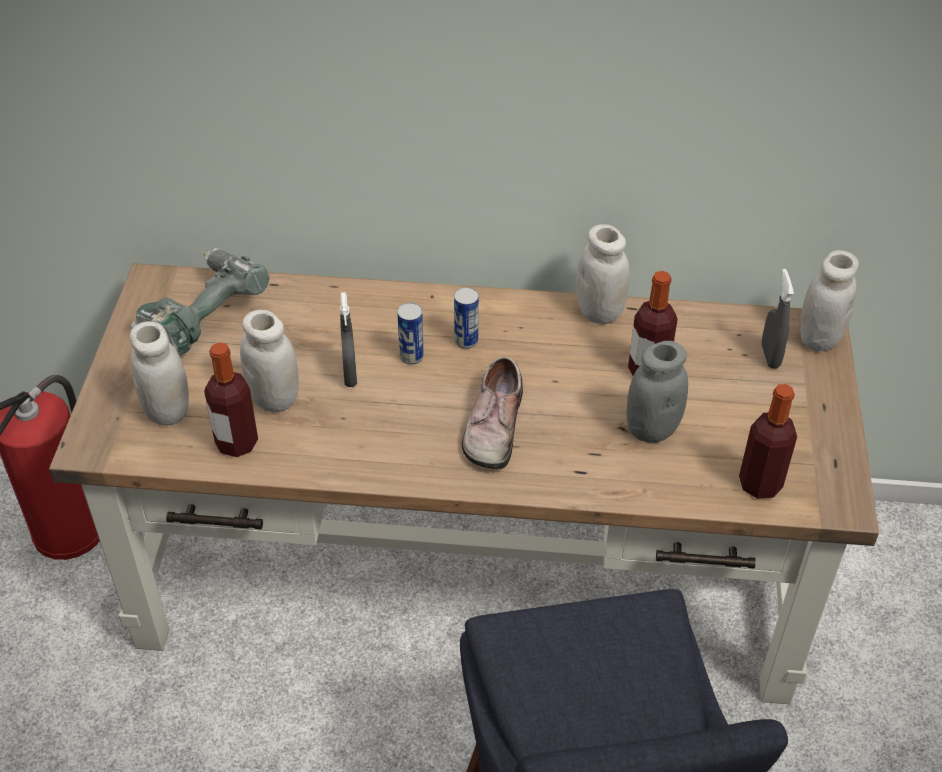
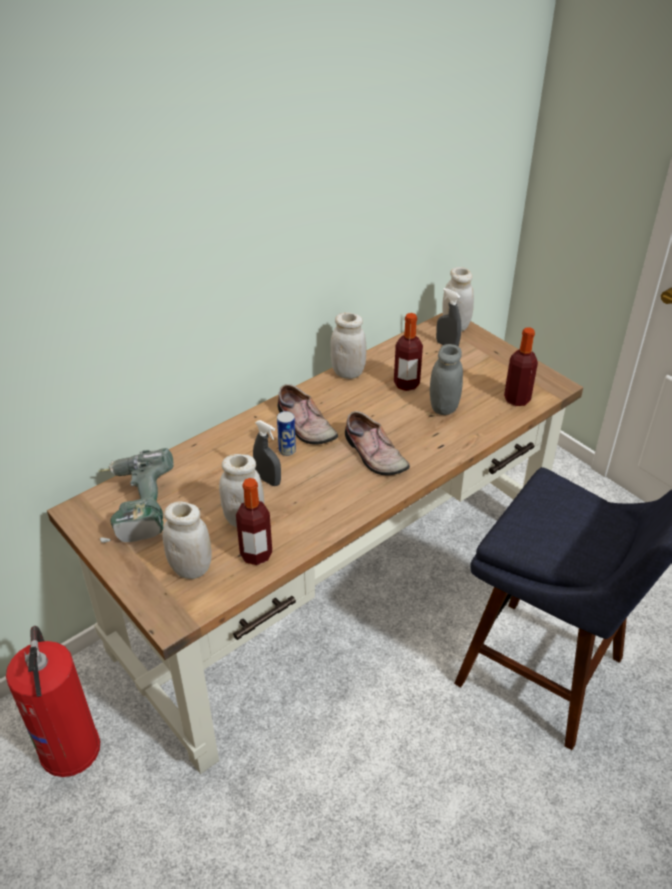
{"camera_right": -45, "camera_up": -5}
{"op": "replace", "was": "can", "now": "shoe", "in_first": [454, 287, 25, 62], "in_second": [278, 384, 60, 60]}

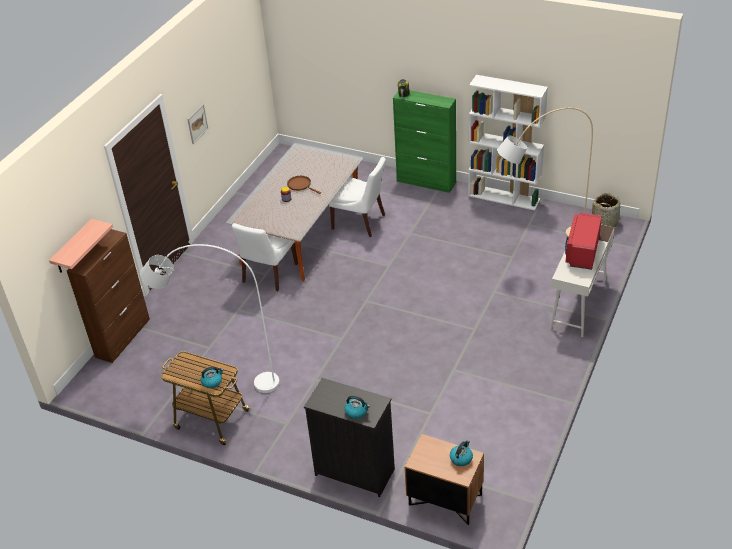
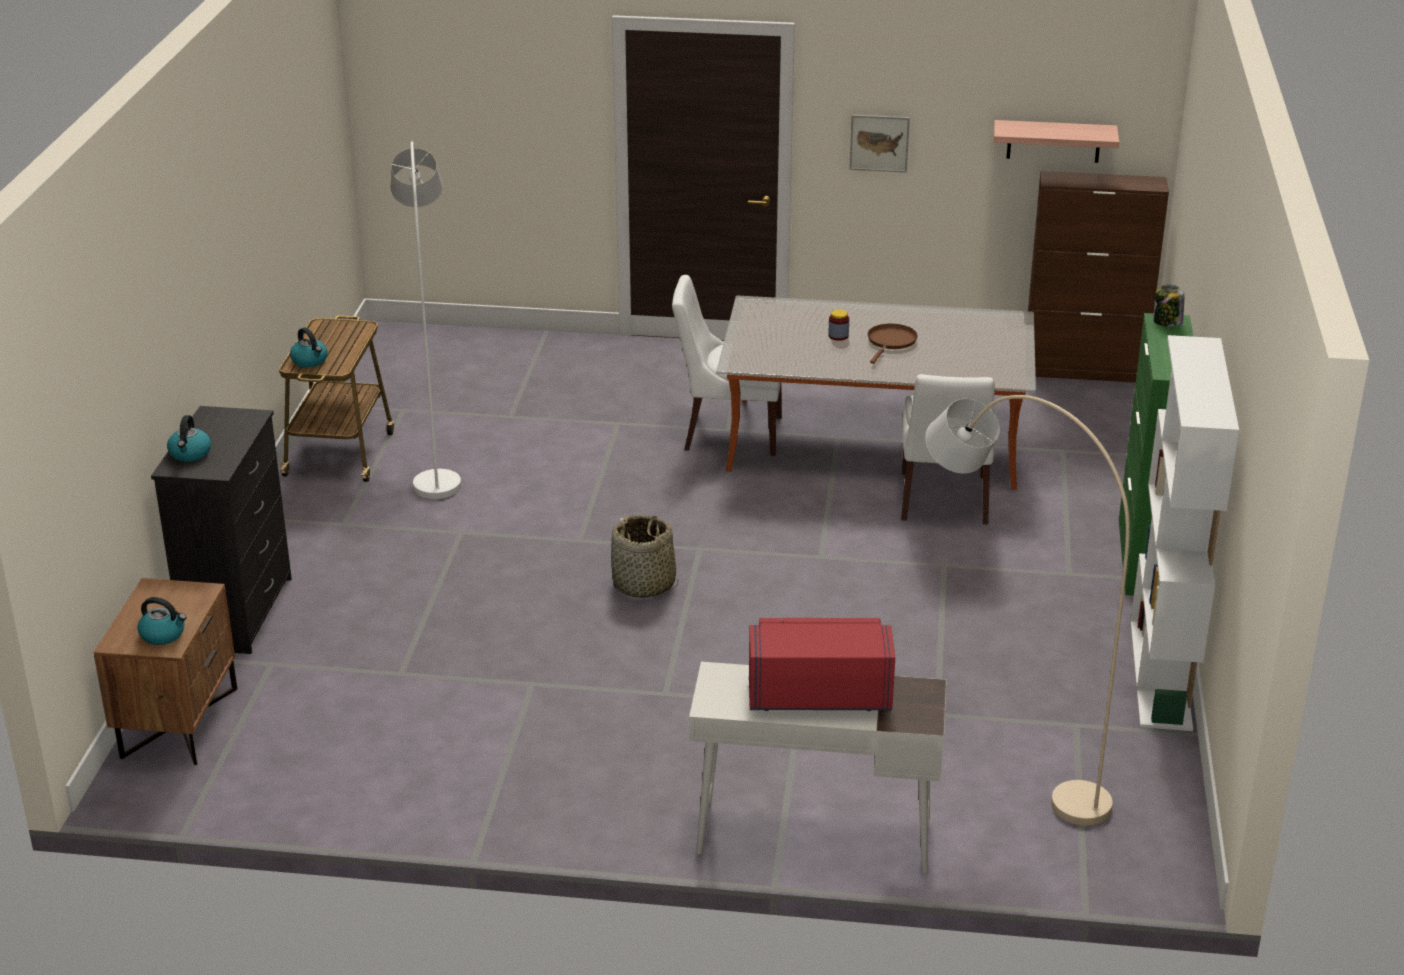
{"camera_right": 70, "camera_up": -10}
{"op": "move", "was": "shelf", "in_first": [49, 219, 64, 54], "in_second": [994, 120, 125, 43]}
{"op": "move", "was": "cabinet in brown", "in_first": [67, 229, 83, 134], "in_second": [1028, 171, 141, 212]}
{"op": "move", "was": "basket", "in_first": [592, 193, 30, 34], "in_second": [611, 514, 67, 84]}

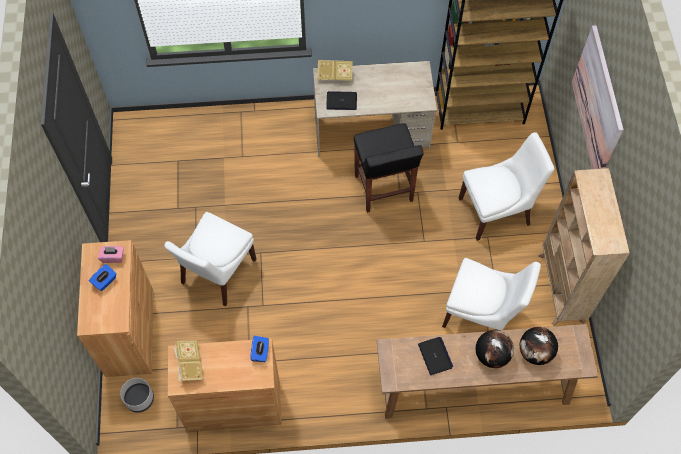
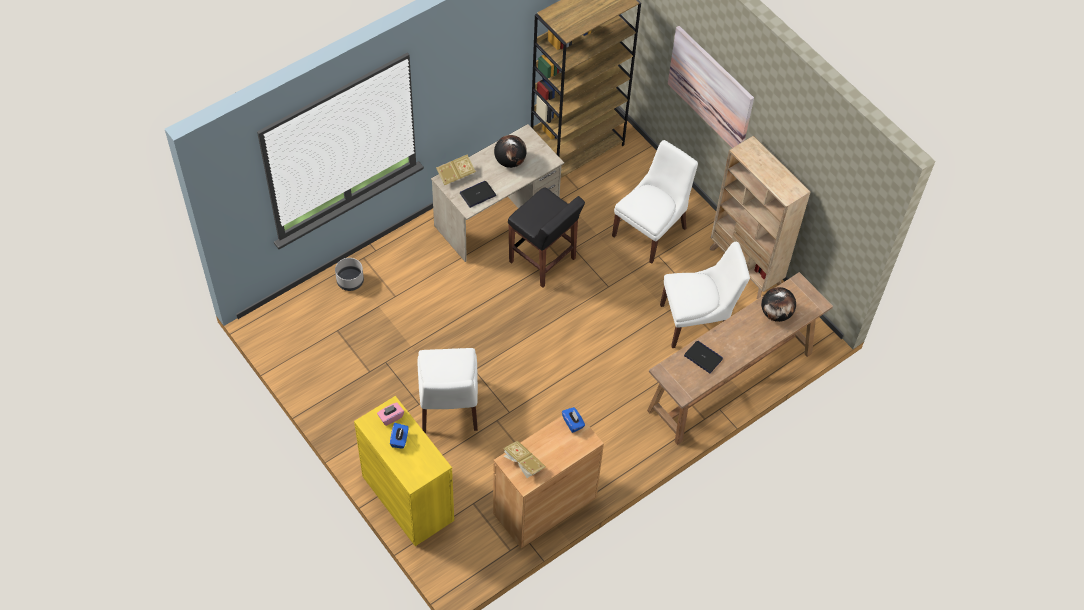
{"camera_right": -35, "camera_up": -5}
{"op": "recolor", "was": "cabinet in brown", "now": "cabinet in yellow", "in_first": [77, 240, 76, 137], "in_second": [354, 396, 100, 150]}
{"op": "move", "was": "planter in grey", "in_first": [120, 378, 34, 35], "in_second": [335, 258, 29, 33]}
{"op": "move", "was": "globe", "in_first": [476, 330, 38, 38], "in_second": [494, 135, 33, 33]}

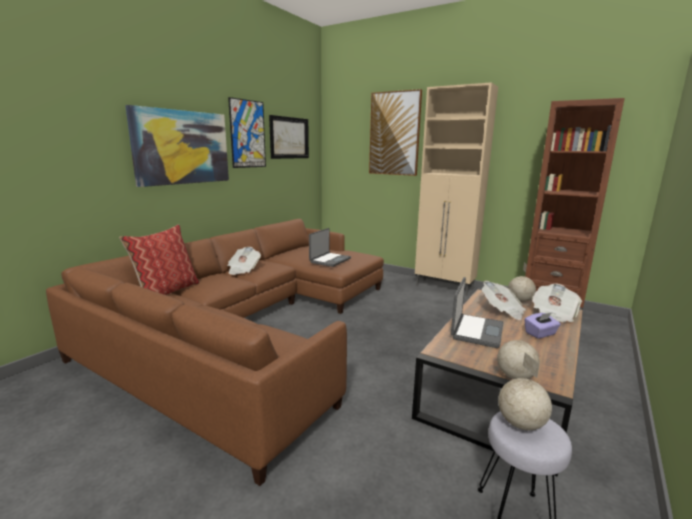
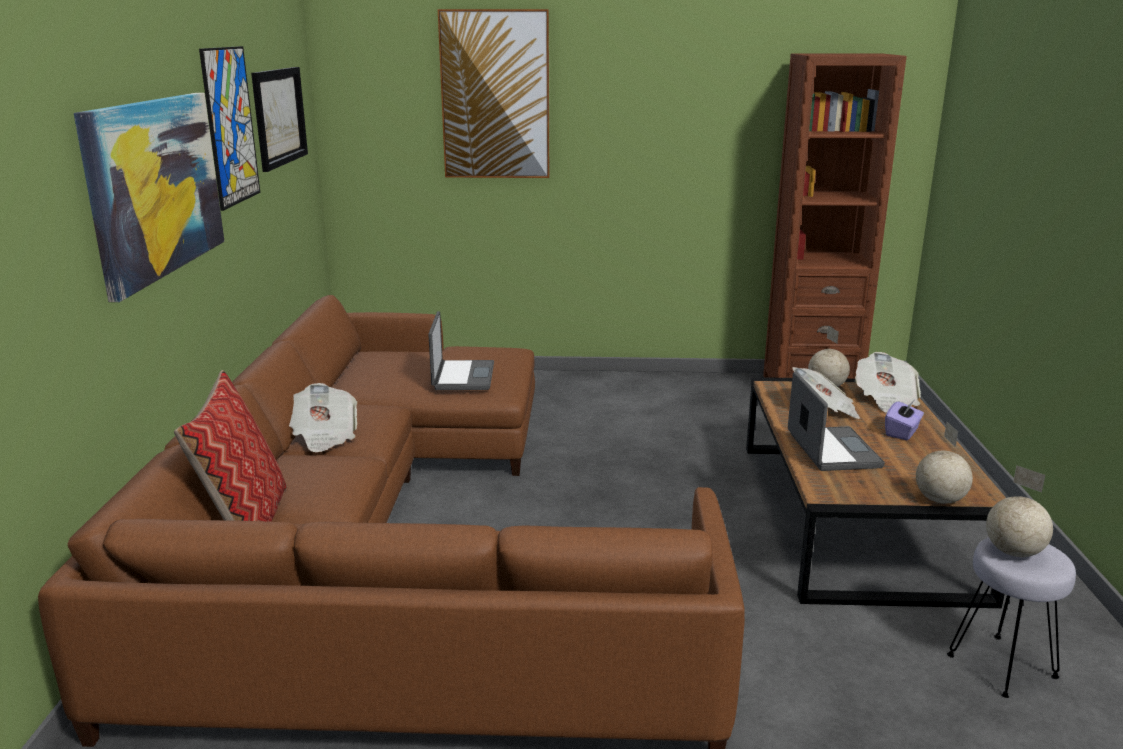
{"camera_right": -30, "camera_up": 5}
{"op": "delete", "was": "cabinet in beige", "in_first": [415, 82, 83, 214]}

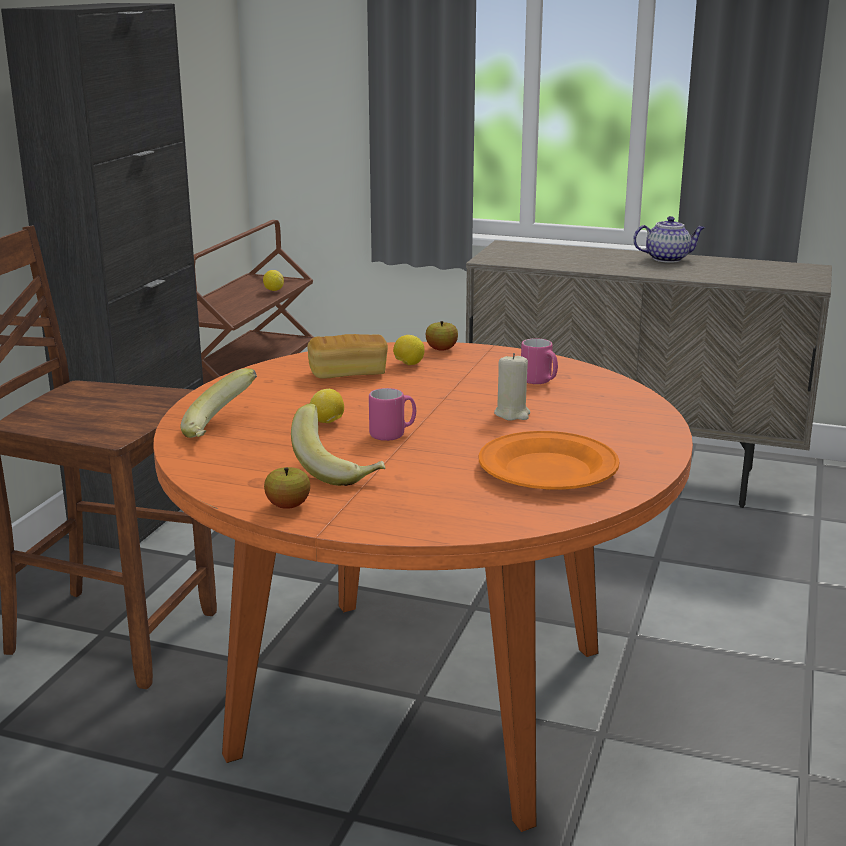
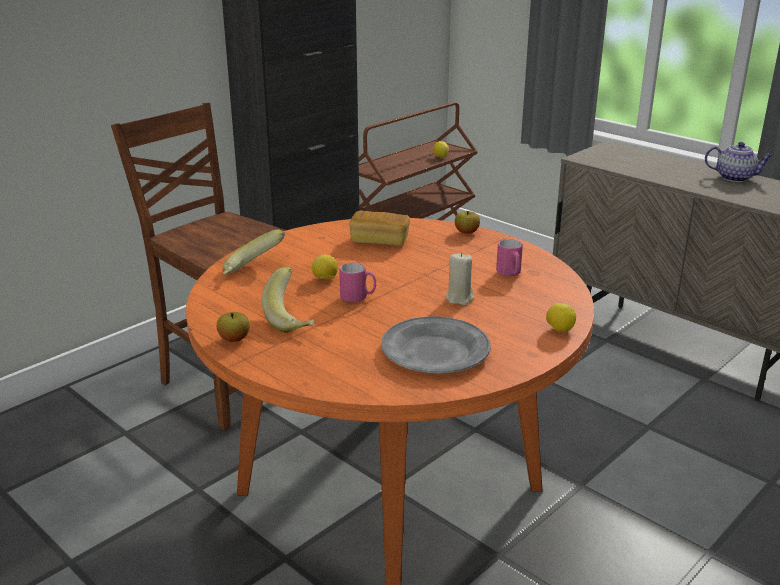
{"camera_right": 25, "camera_up": 5}
{"op": "move", "was": "lemon", "in_first": [393, 335, 32, 30], "in_second": [546, 303, 30, 29]}
{"op": "recolor", "was": "plate in orange", "now": "plate in grey", "in_first": [478, 431, 141, 59], "in_second": [381, 316, 110, 57]}

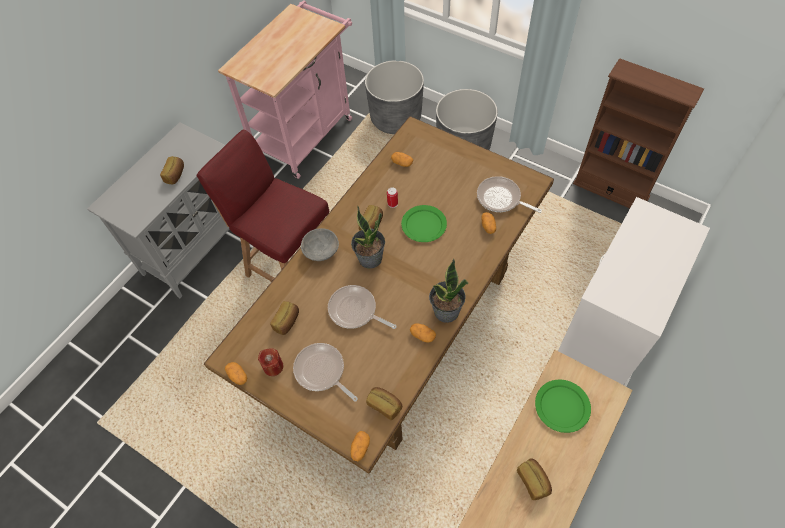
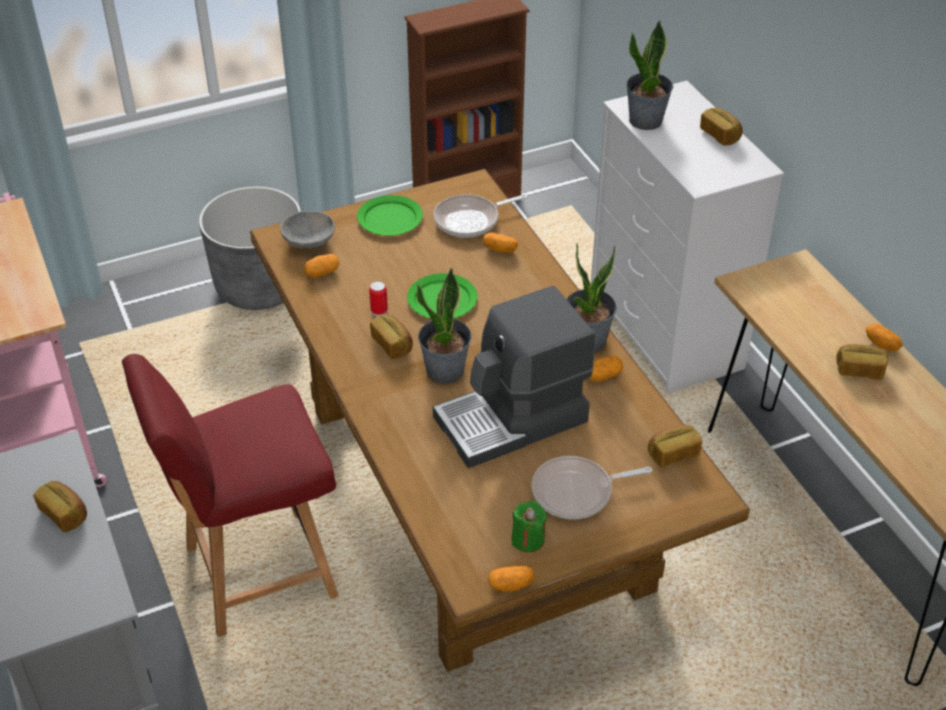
{"camera_right": -60, "camera_up": -15}
{"op": "recolor", "was": "candle in red", "now": "candle in green", "in_first": [258, 348, 26, 28], "in_second": [512, 501, 35, 51]}
{"op": "move", "was": "bread", "in_first": [270, 301, 29, 34], "in_second": [700, 107, 43, 39]}
{"op": "move", "was": "bowl in grey", "in_first": [301, 228, 38, 33], "in_second": [280, 211, 55, 37]}
{"op": "replace", "was": "frying pan", "now": "coffee machine", "in_first": [328, 285, 68, 44], "in_second": [433, 286, 163, 182]}
{"op": "move", "was": "potato", "in_first": [350, 431, 20, 30], "in_second": [866, 324, 37, 28]}
{"op": "delete", "was": "planter in grey", "in_first": [365, 60, 59, 74]}
{"op": "move", "was": "plate in green", "in_first": [535, 380, 56, 53], "in_second": [357, 195, 66, 41]}
{"op": "insert", "now": "potted plant", "in_second": [626, 20, 47, 110]}

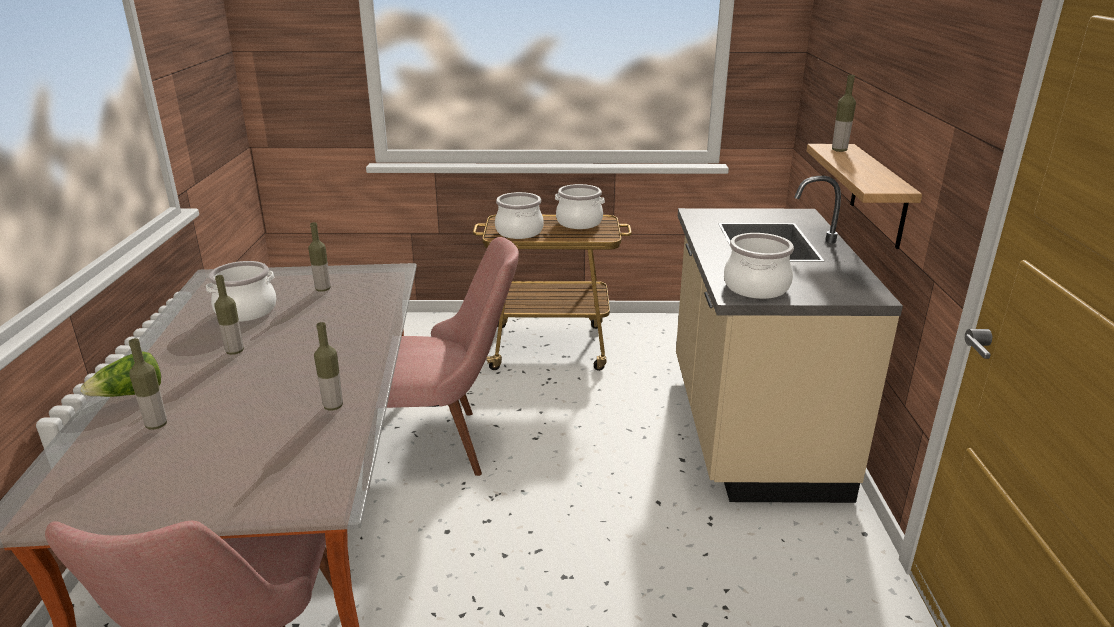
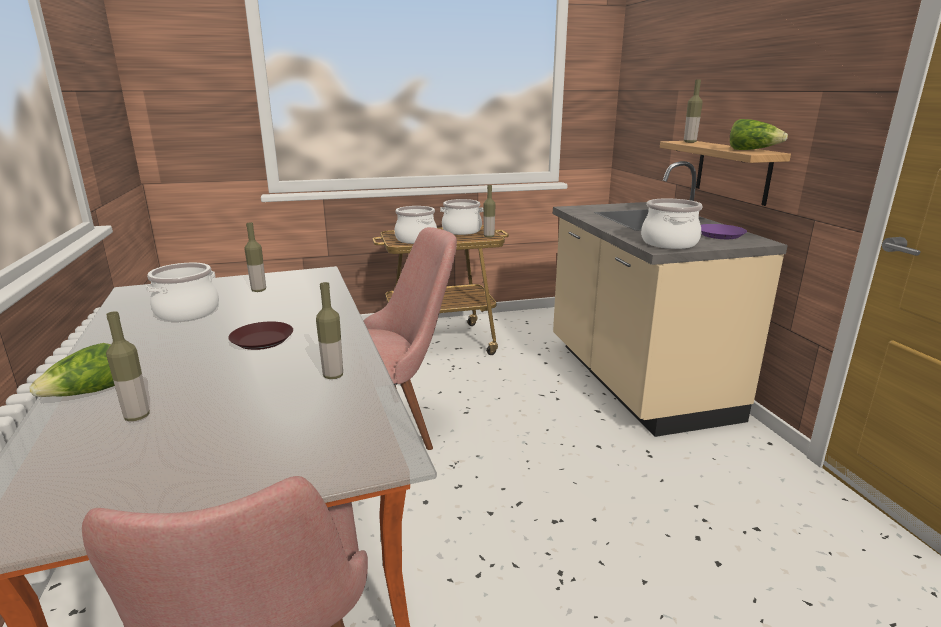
{"camera_right": -15, "camera_up": -5}
{"op": "move", "was": "bottle", "in_first": [214, 275, 30, 80], "in_second": [483, 185, 13, 53]}
{"op": "insert", "now": "plate in brown", "in_second": [228, 321, 65, 29]}
{"op": "insert", "now": "plate in purple", "in_second": [701, 224, 46, 15]}
{"op": "insert", "now": "lettuce", "in_second": [730, 119, 58, 31]}

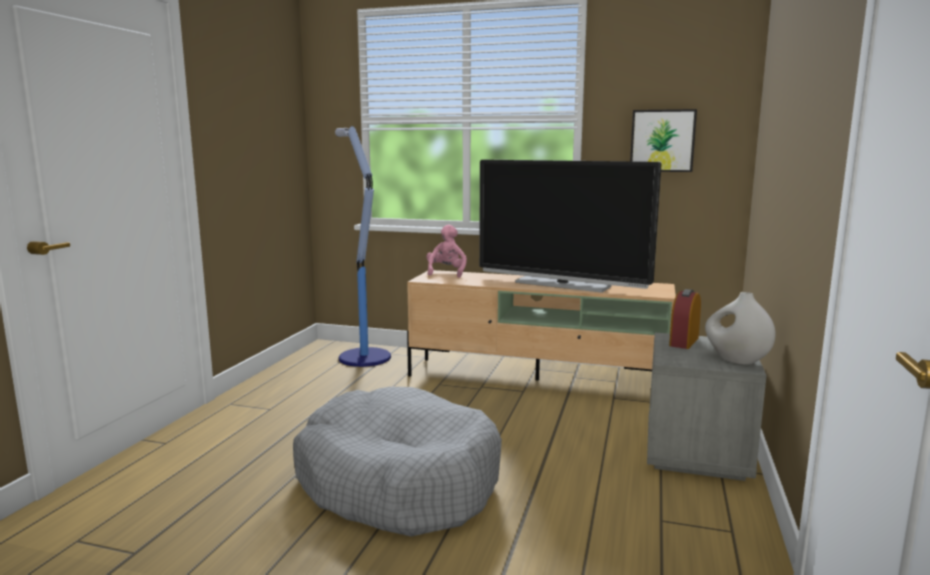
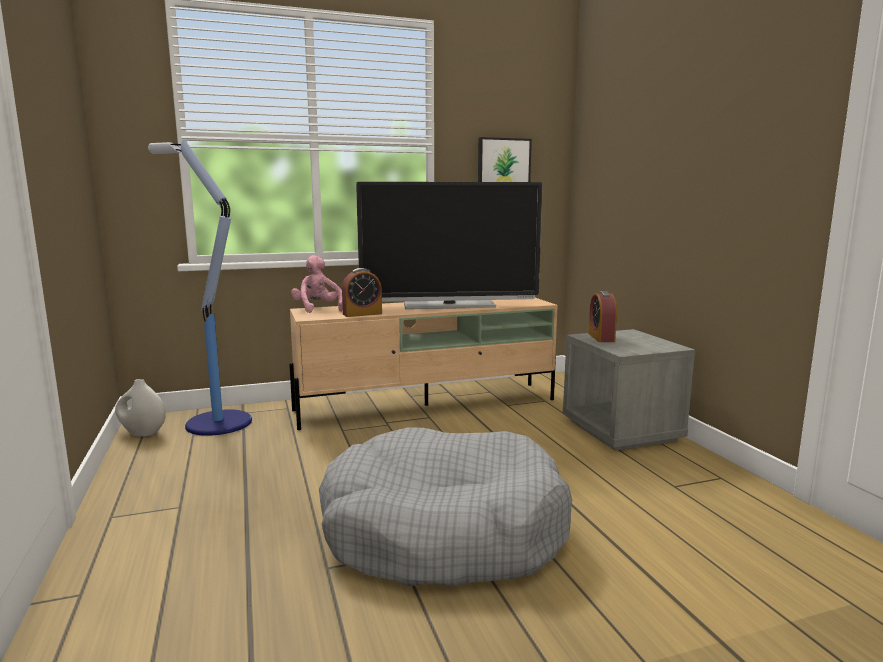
{"camera_right": -35, "camera_up": 0}
{"op": "move", "was": "vase in white", "in_first": [705, 292, 70, 73], "in_second": [115, 379, 51, 58]}
{"op": "insert", "now": "alarm clock", "in_second": [342, 268, 40, 49]}

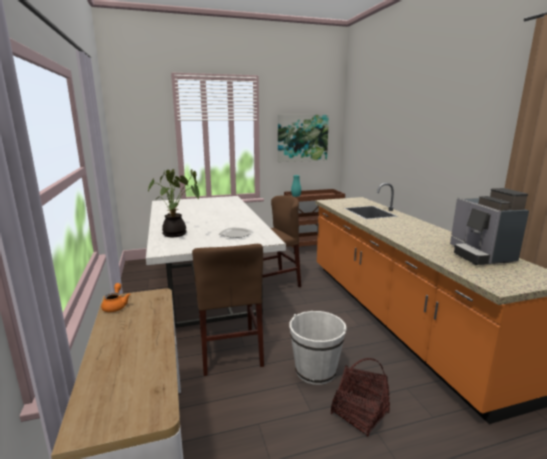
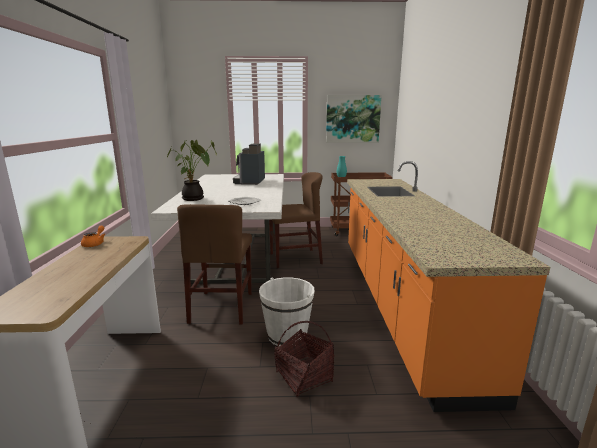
{"camera_right": 15, "camera_up": 0}
{"op": "move", "was": "coffee machine", "in_first": [450, 188, 79, 77], "in_second": [233, 143, 32, 42]}

